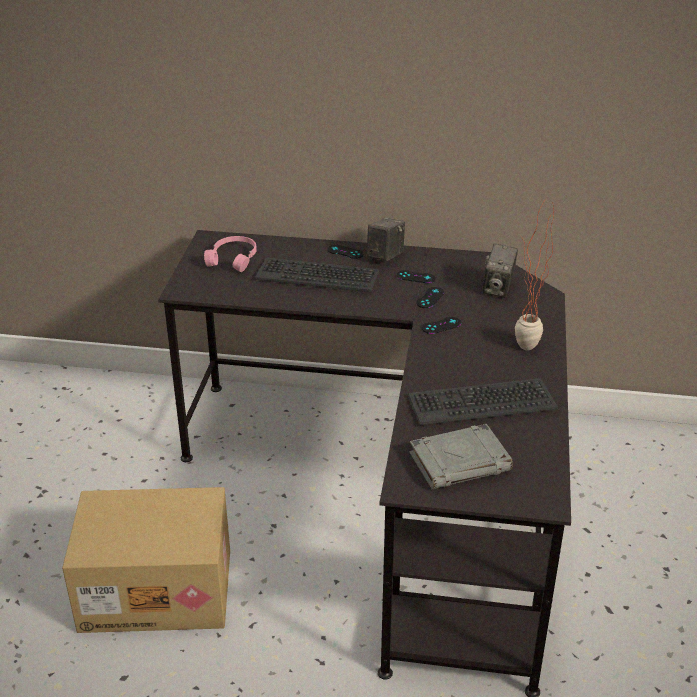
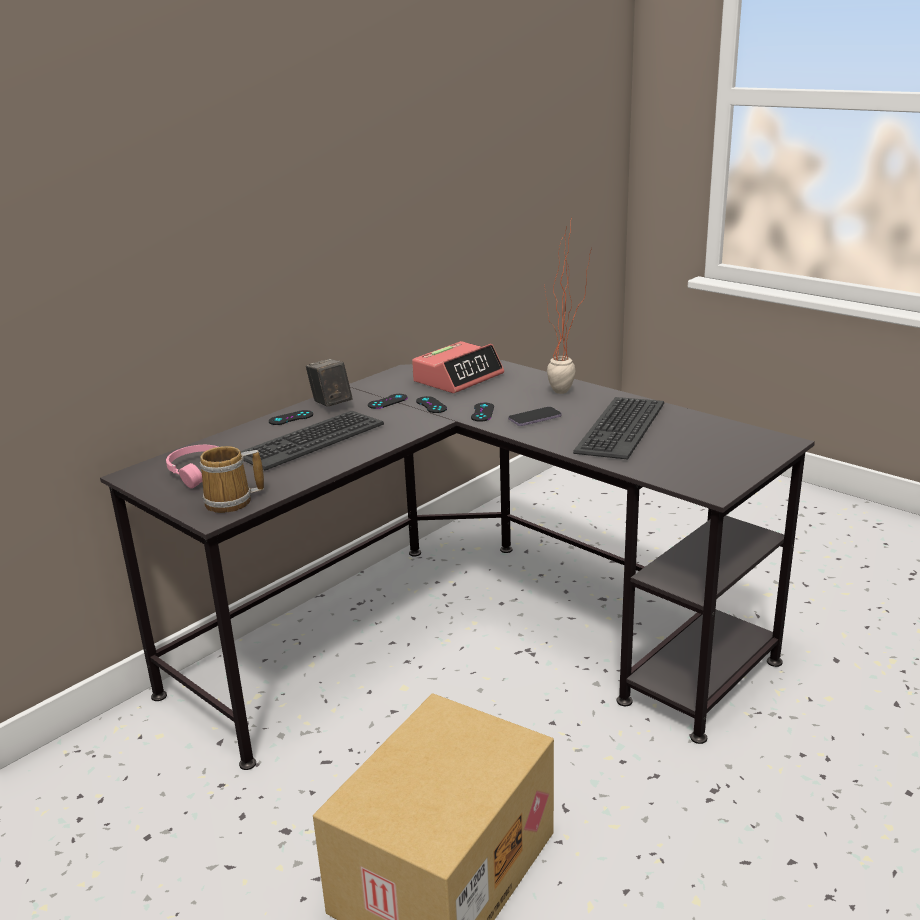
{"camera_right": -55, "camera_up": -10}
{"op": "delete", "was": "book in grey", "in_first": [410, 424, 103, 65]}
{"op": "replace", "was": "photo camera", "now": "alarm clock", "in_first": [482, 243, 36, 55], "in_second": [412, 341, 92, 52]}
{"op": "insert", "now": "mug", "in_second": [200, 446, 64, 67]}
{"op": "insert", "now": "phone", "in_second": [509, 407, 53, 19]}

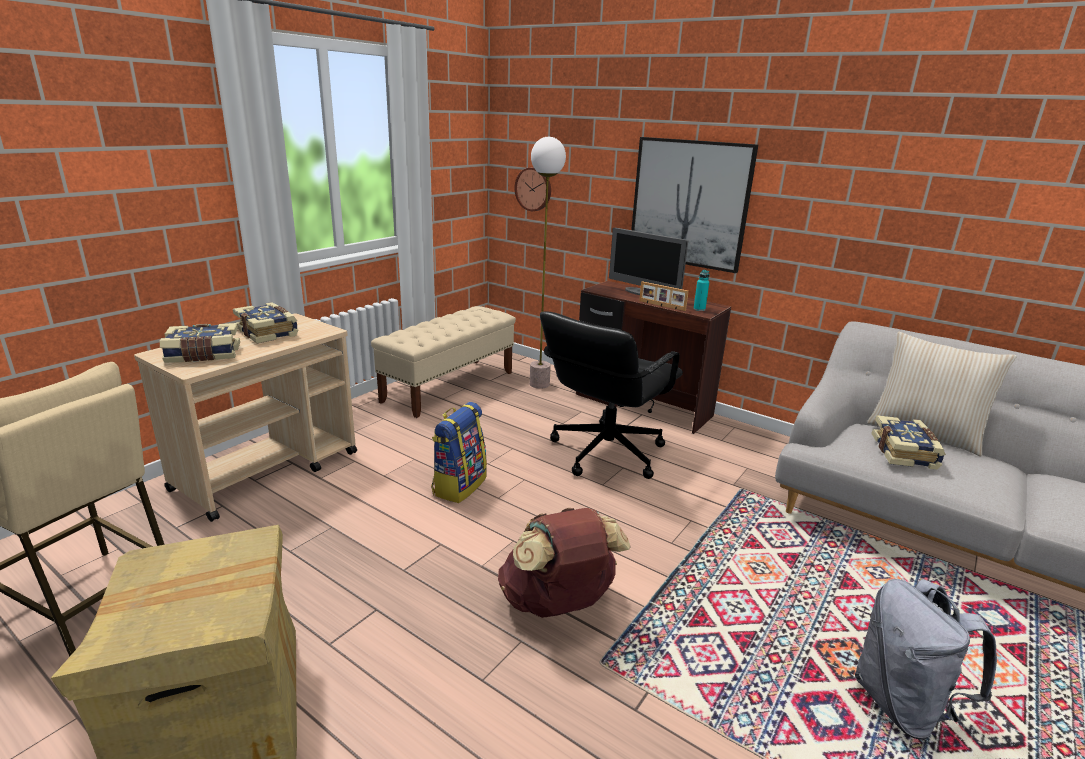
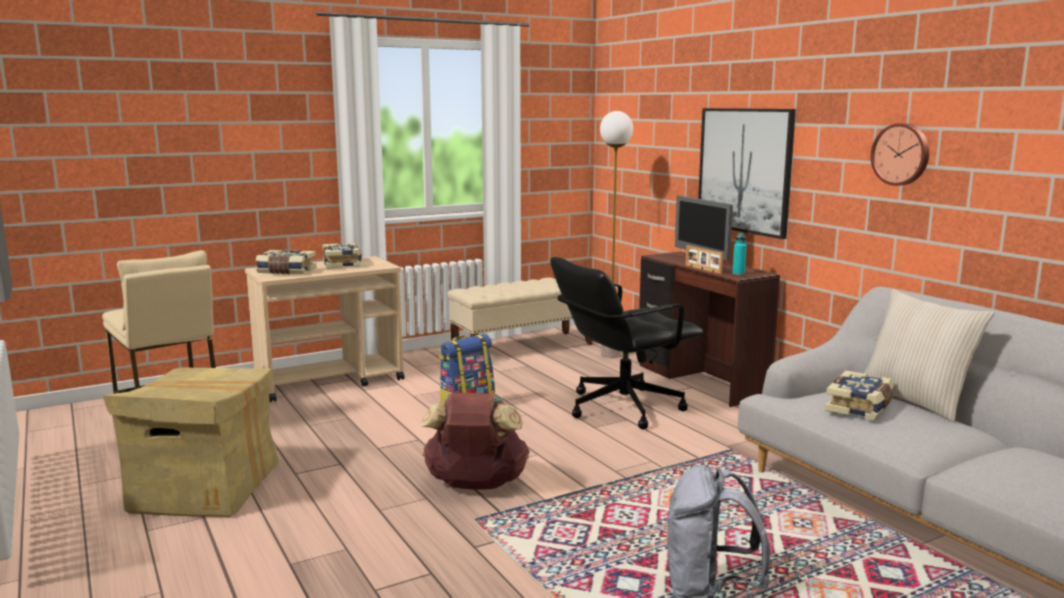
{"camera_right": 25, "camera_up": -10}
{"op": "move", "was": "wall clock", "in_first": [514, 167, 37, 44], "in_second": [871, 123, 58, 63]}

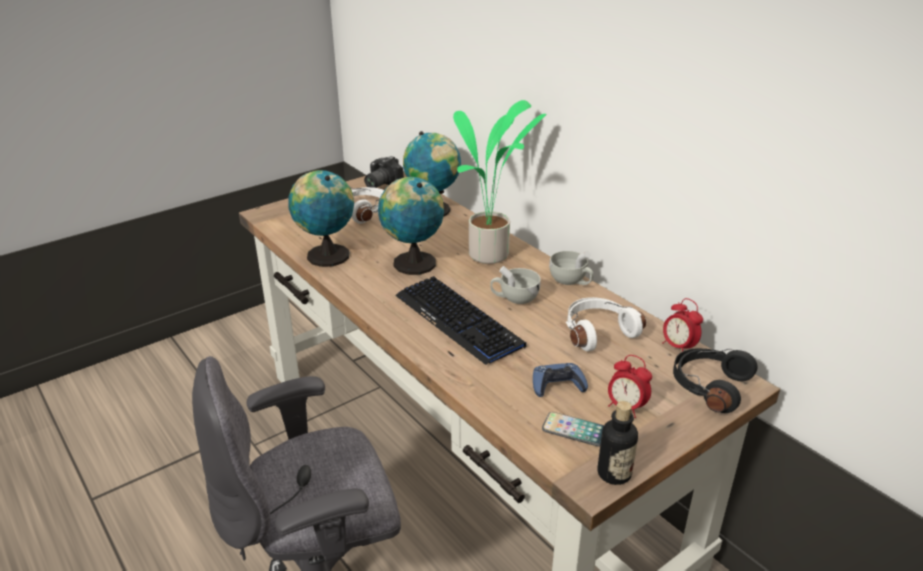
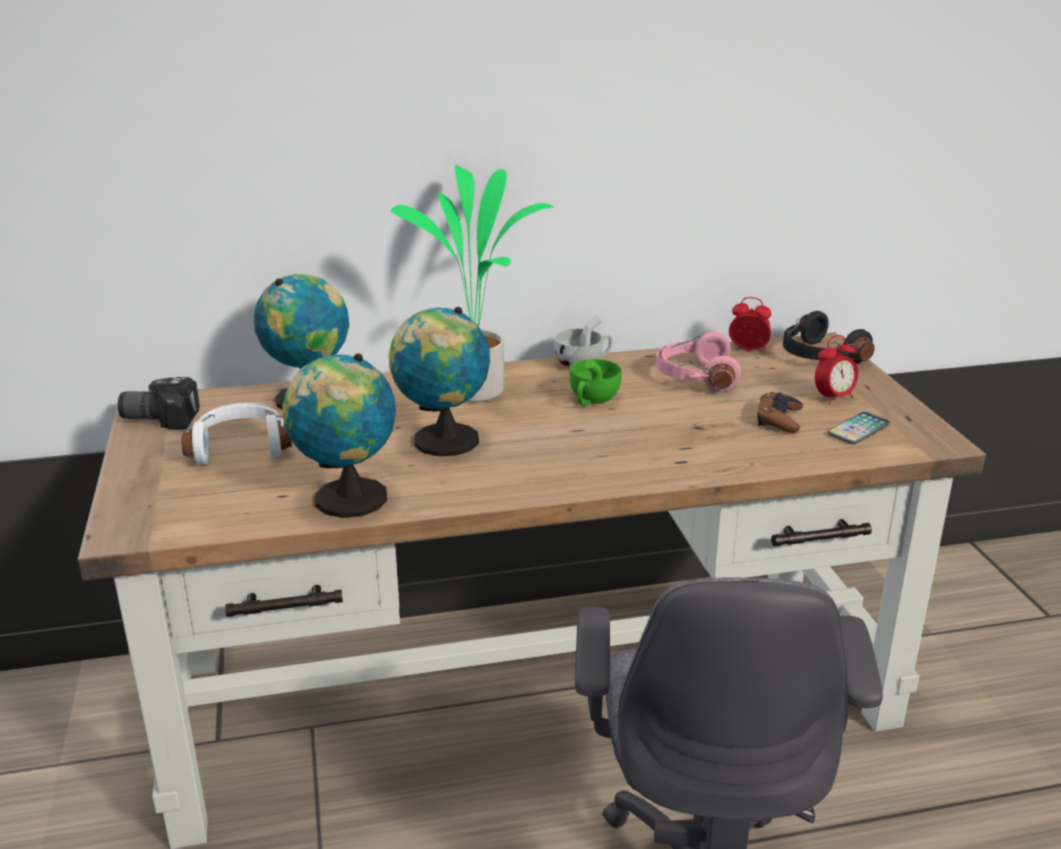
{"camera_right": -65, "camera_up": -5}
{"op": "rotate", "was": "photo camera", "in_first": [364, 156, 40, 32], "in_second": [118, 377, 82, 53], "clockwise": 120}
{"op": "delete", "was": "keyboard", "in_first": [395, 276, 131, 89]}
{"op": "recolor", "was": "cup in white", "now": "cup in green", "in_first": [490, 266, 51, 38], "in_second": [569, 359, 52, 46]}
{"op": "recolor", "was": "game controller in blue", "now": "game controller in brown", "in_first": [533, 363, 55, 34], "in_second": [757, 392, 46, 41]}
{"op": "recolor", "was": "headphones in white", "now": "headphones in pink", "in_first": [566, 297, 80, 54], "in_second": [656, 332, 85, 60]}
{"op": "delete", "was": "bottle", "in_first": [597, 401, 41, 84]}
{"op": "rotate", "was": "alarm clock", "in_first": [662, 298, 41, 54], "in_second": [729, 297, 42, 55], "clockwise": -150}

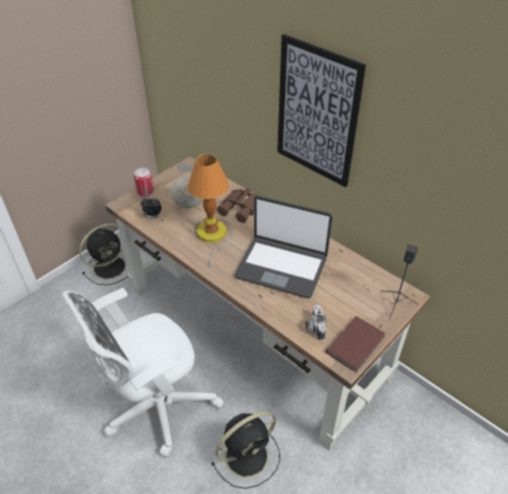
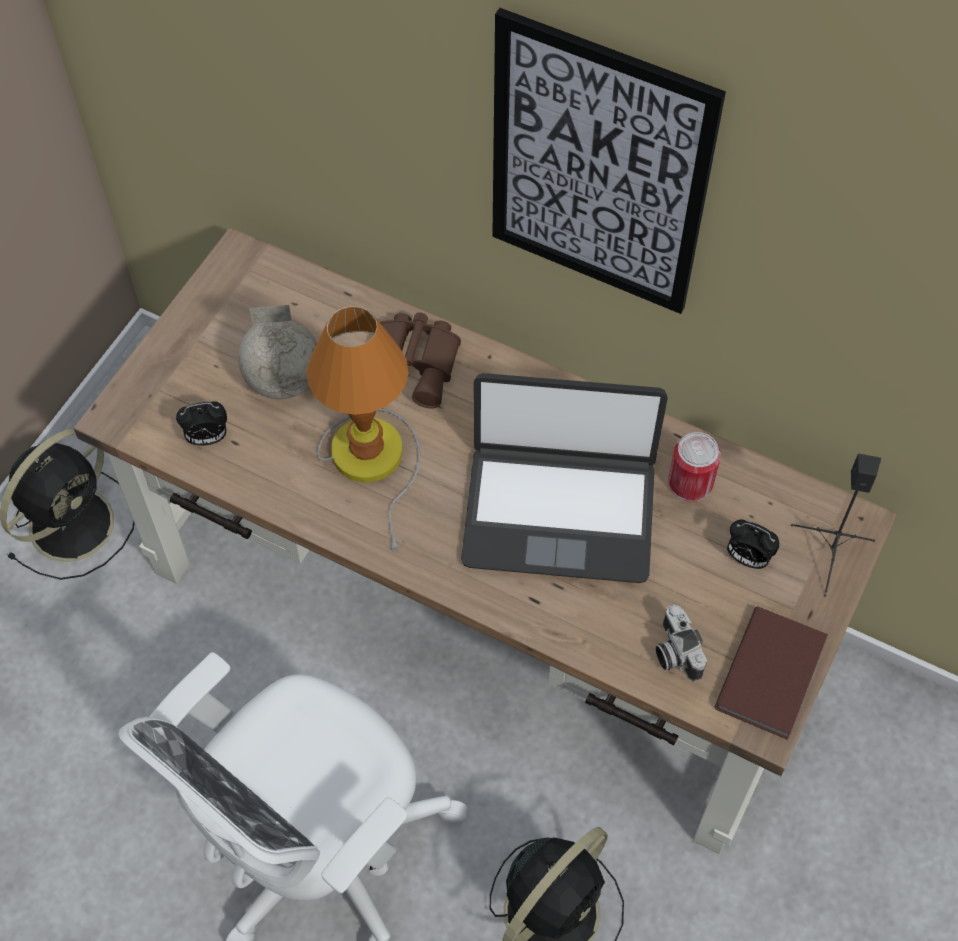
{"camera_right": -15, "camera_up": 15}
{"op": "move", "was": "can", "in_first": [134, 168, 20, 29], "in_second": [668, 432, 53, 70]}
{"op": "insert", "now": "alarm clock", "in_second": [727, 520, 53, 49]}

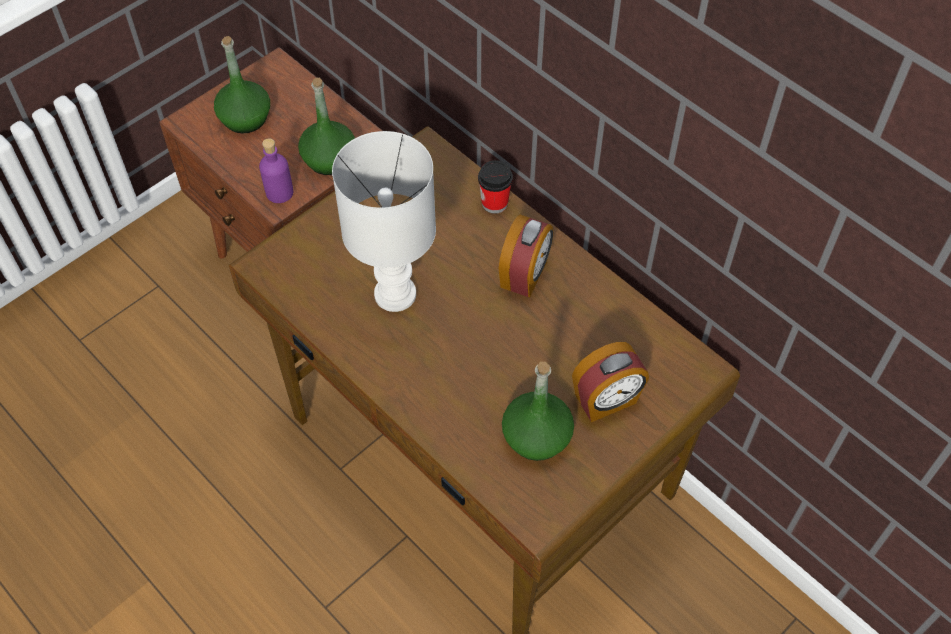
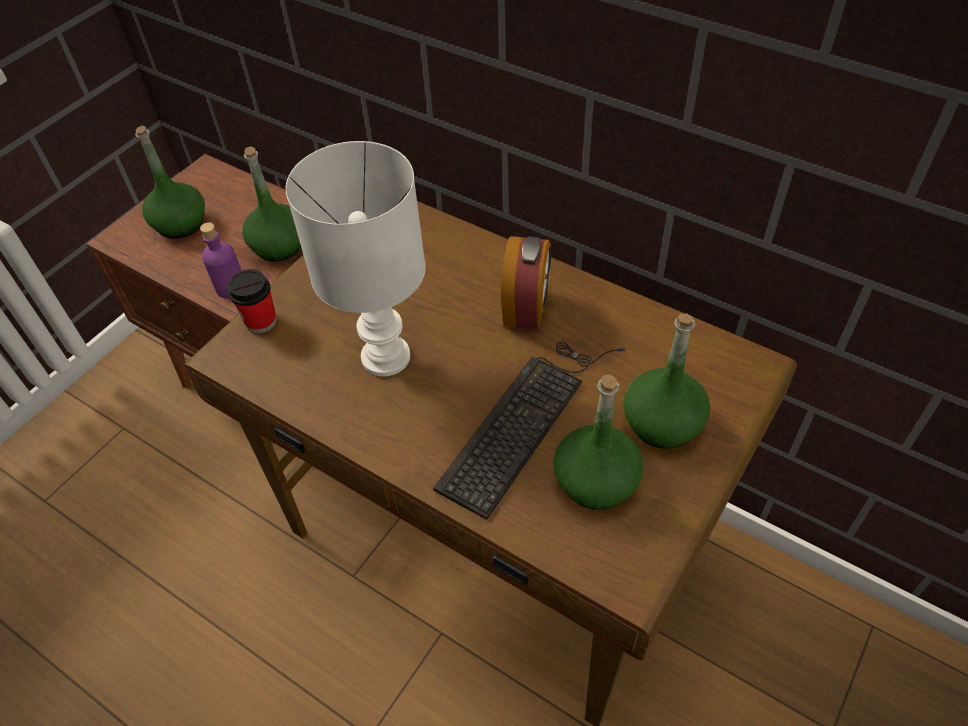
{"camera_right": -10, "camera_up": -5}
{"op": "move", "was": "cup", "in_first": [478, 160, 35, 54], "in_second": [228, 269, 49, 64]}
{"op": "replace", "was": "alarm clock", "now": "bottle in green", "in_first": [572, 342, 77, 80], "in_second": [623, 314, 87, 134]}
{"op": "insert", "now": "keyboard", "in_second": [433, 342, 192, 178]}

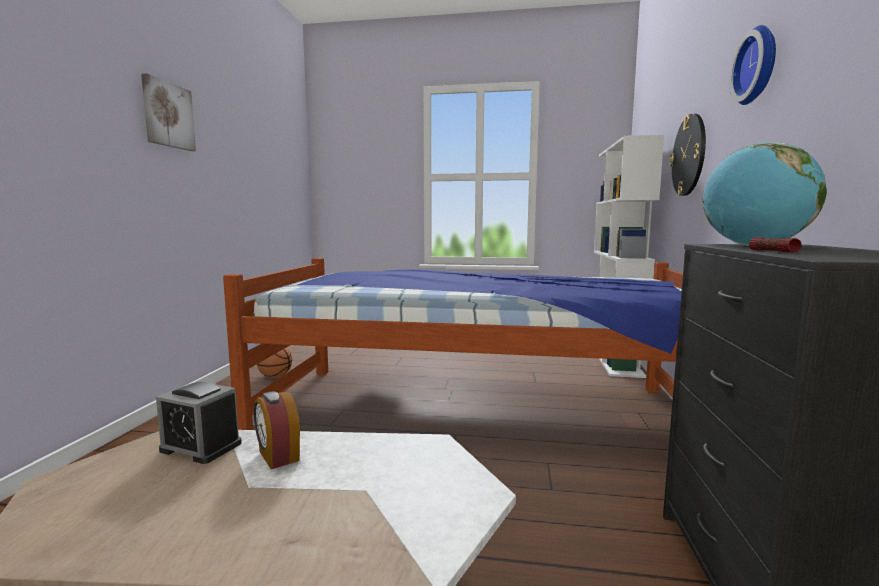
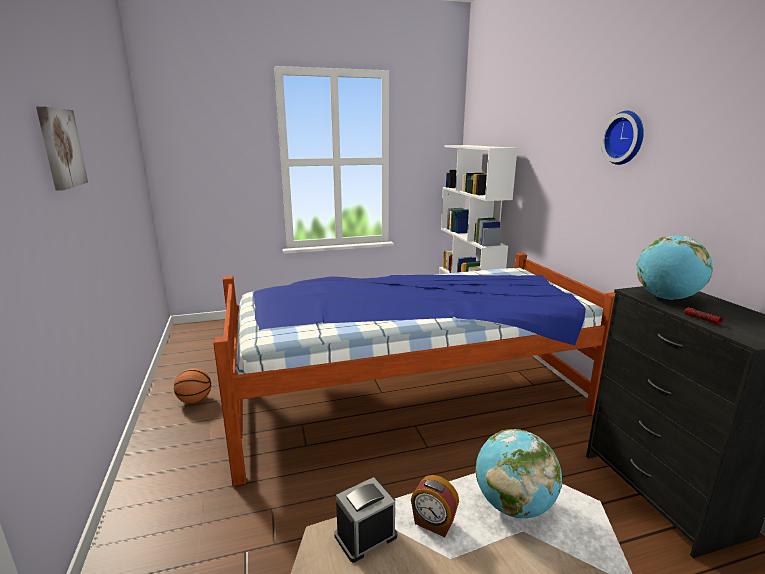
{"camera_right": -25, "camera_up": 10}
{"op": "rotate", "was": "alarm clock", "in_first": [156, 381, 86, 83], "in_second": [334, 477, 63, 86], "clockwise": 150}
{"op": "delete", "was": "wall clock", "in_first": [669, 114, 37, 82]}
{"op": "insert", "now": "globe", "in_second": [476, 429, 86, 89]}

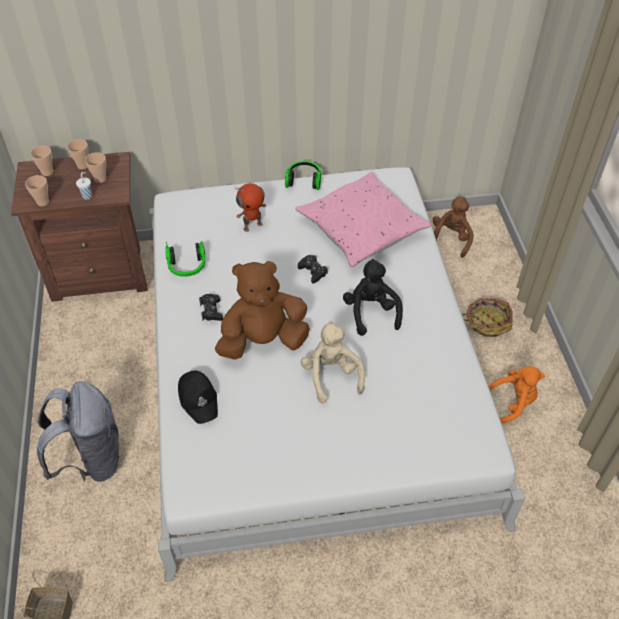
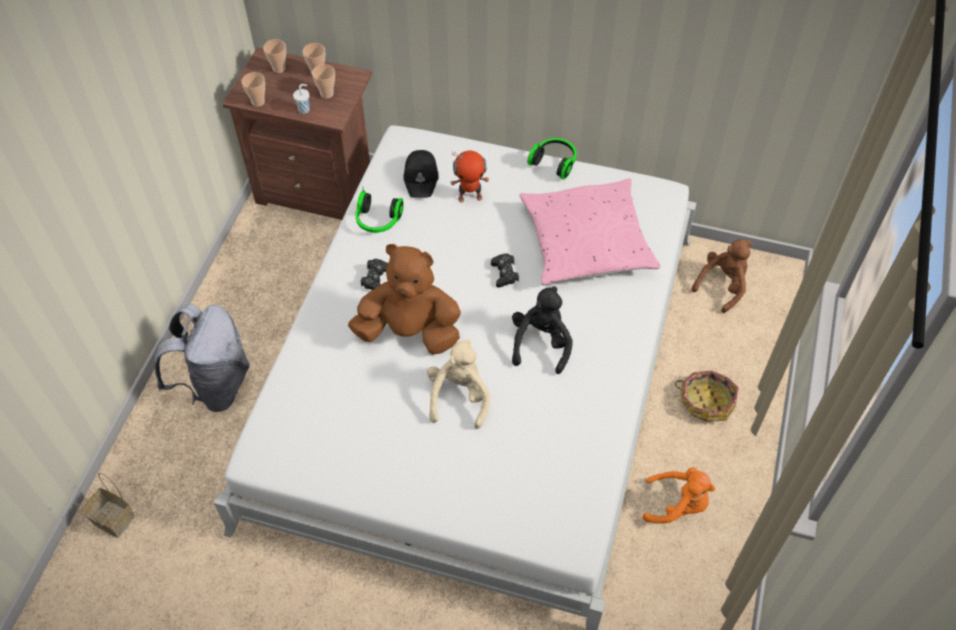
{"camera_right": 25, "camera_up": 5}
{"op": "move", "was": "cap in black", "in_first": [178, 371, 40, 53], "in_second": [403, 150, 36, 48]}

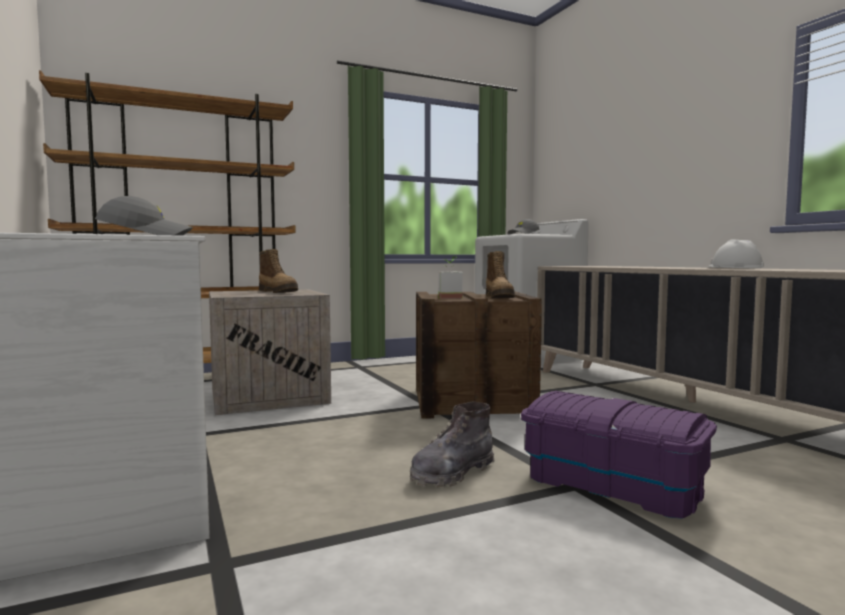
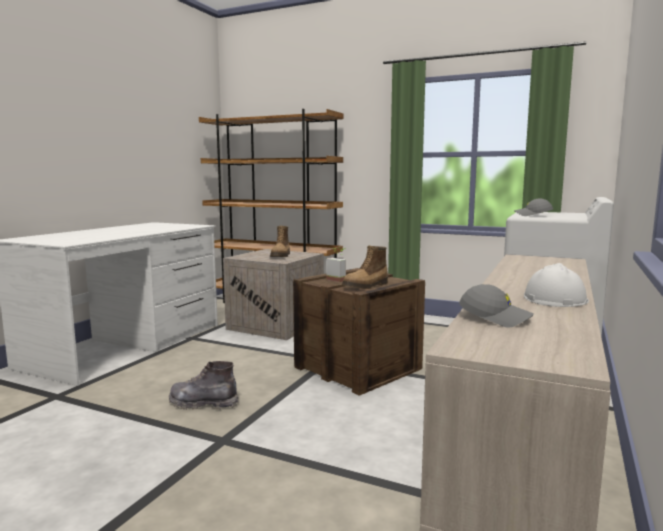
{"camera_right": 50, "camera_up": 5}
{"op": "move", "was": "cap in grey", "in_first": [95, 196, 98, 40], "in_second": [459, 284, 75, 44]}
{"op": "delete", "was": "storage box in purple", "in_first": [521, 391, 196, 128]}

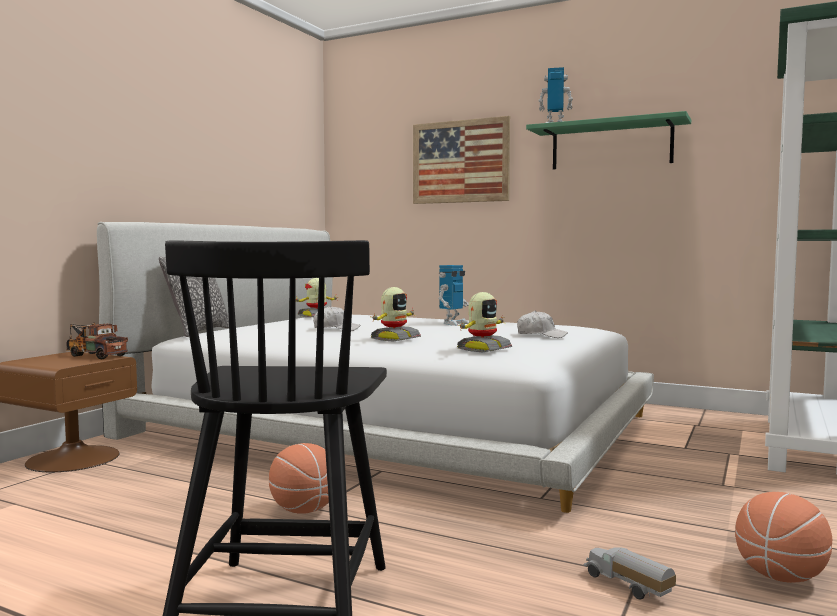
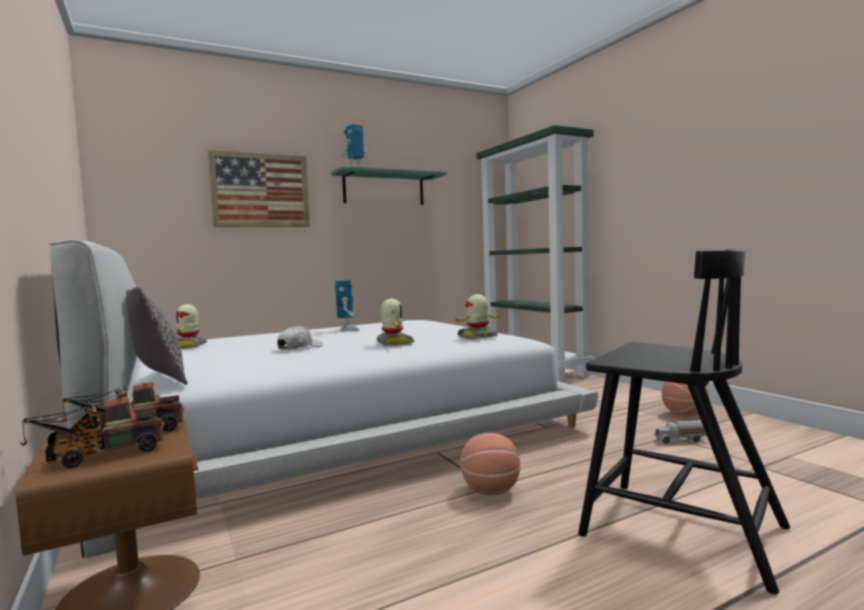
{"camera_right": -55, "camera_up": 0}
{"op": "rotate", "was": "toy robot", "in_first": [457, 292, 55, 61], "in_second": [454, 294, 46, 45], "clockwise": -105}
{"op": "delete", "was": "cap in white", "in_first": [517, 311, 51, 27]}
{"op": "insert", "now": "toy truck", "in_second": [20, 397, 144, 71]}

